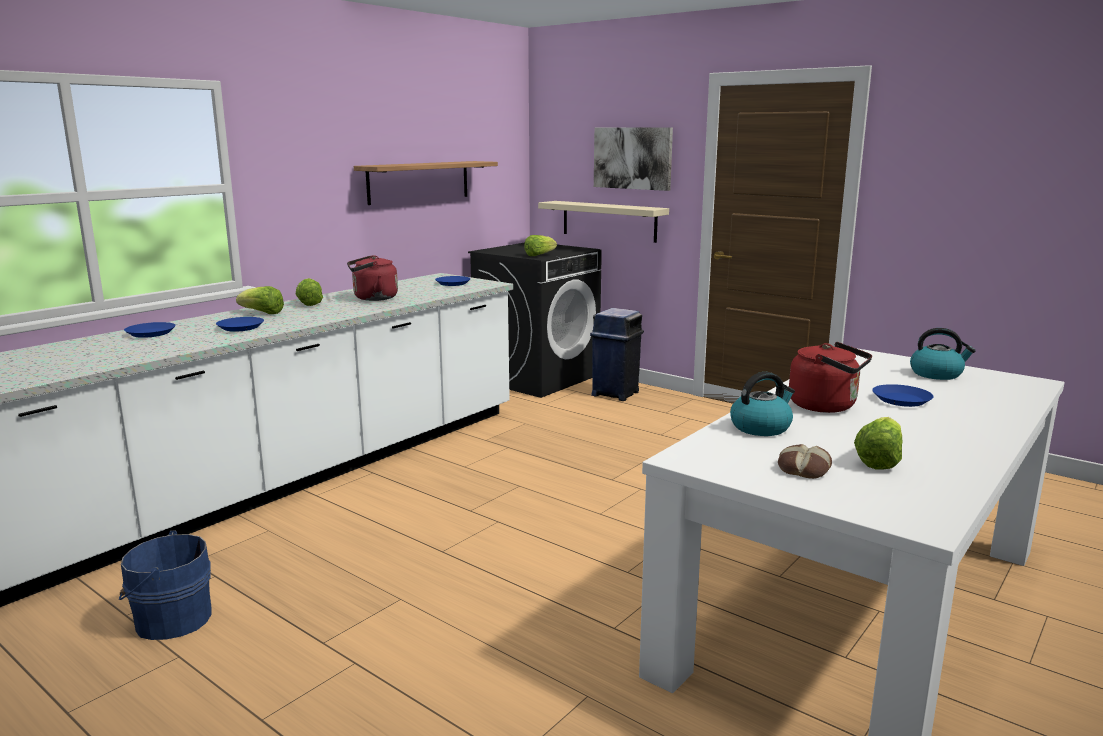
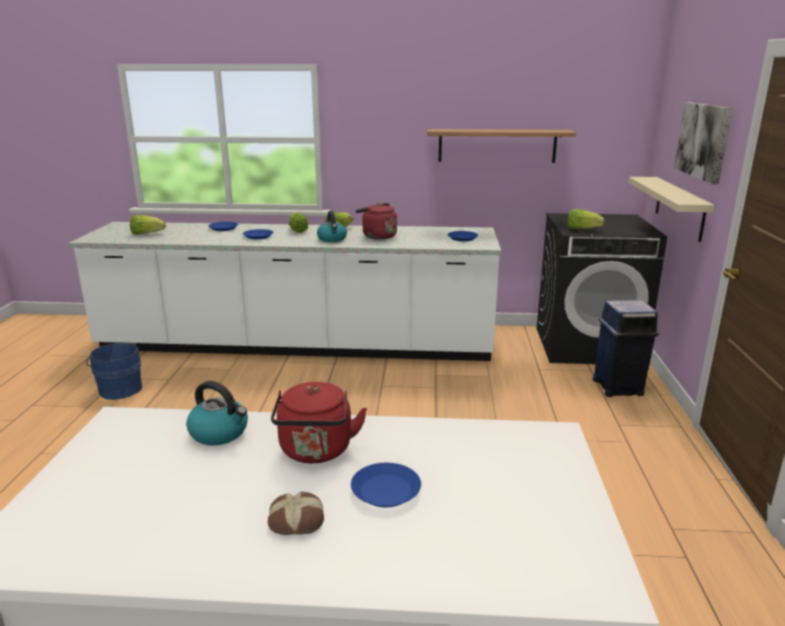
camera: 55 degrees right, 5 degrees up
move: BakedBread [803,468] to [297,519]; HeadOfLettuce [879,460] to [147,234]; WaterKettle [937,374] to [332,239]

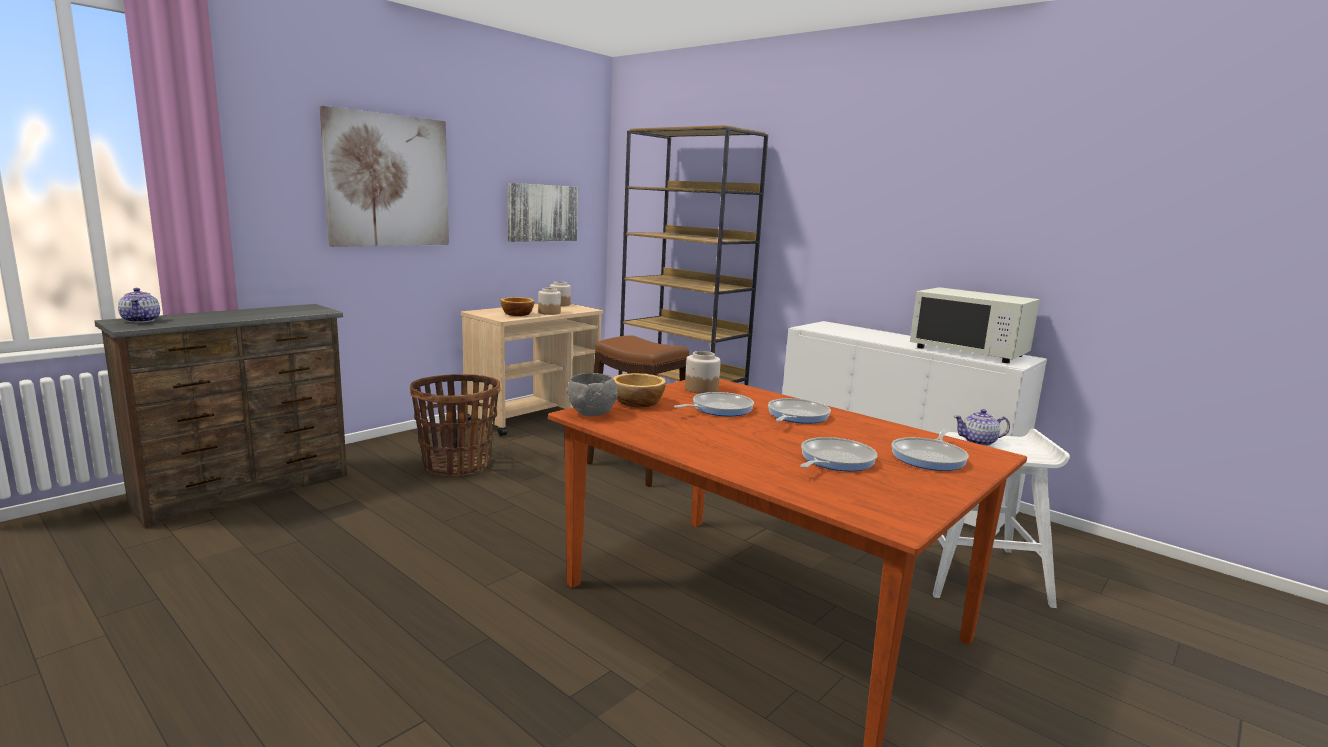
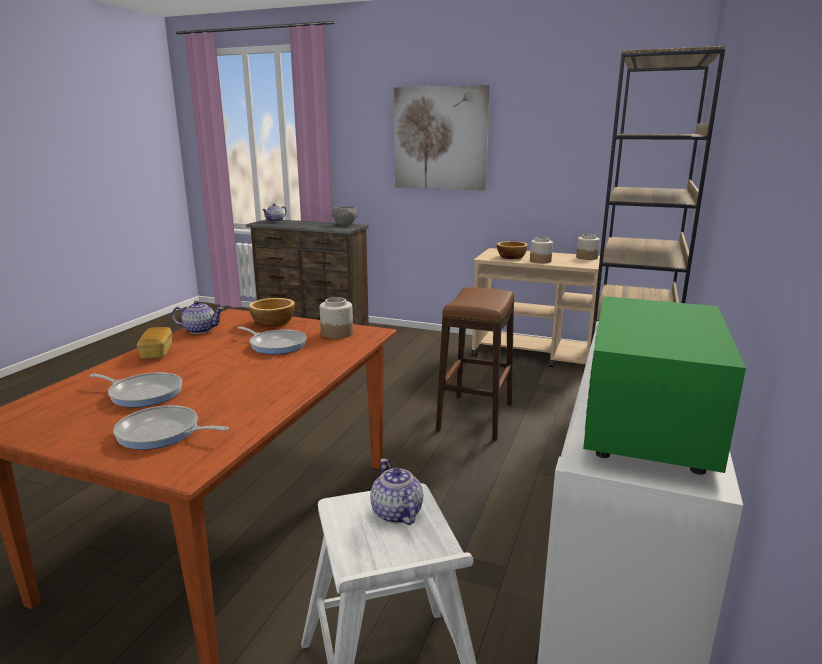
camera: 70 degrees right, 5 degrees up
delete: Basket [457,465]; WallPicture [542,213]; FryingPan [796,416]
insert: BakedBread [157,353]; Teapot [200,330]
move: GreyishServingBowl [591,413] to [345,225]
recolor: WhitishMicrowaveOven [969,351] to GreenColouredMicrowaveOven [649,425]

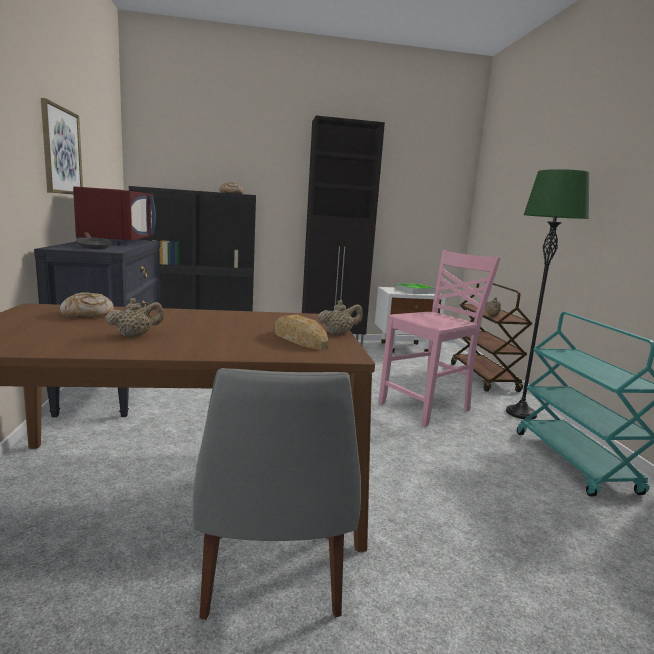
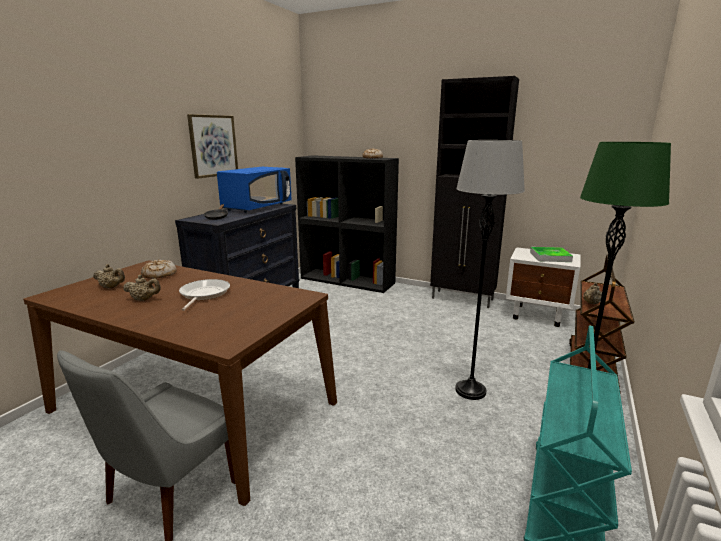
camera: 35 degrees right, 5 degrees up
delete: BakedBread [299,339]
insert: FryingPan [203,294]
move: SandColouredTeapot [339,333] to [111,287]
replace: PinkColouredUprightChair [427,407] to GreyishStandingLamp [470,390]
recolor: RedMicrowaveOven [118,241] to BlueColouredMicrowaveOven [257,207]

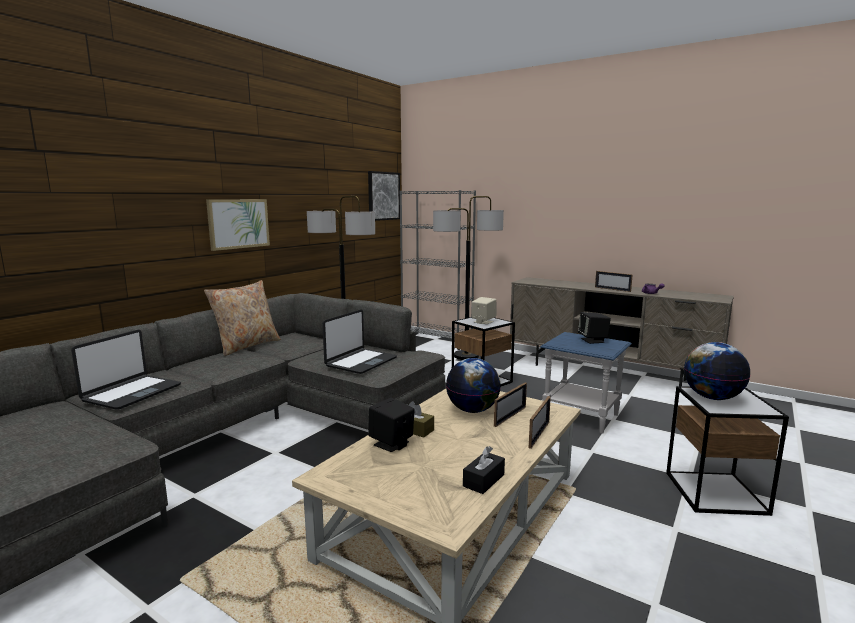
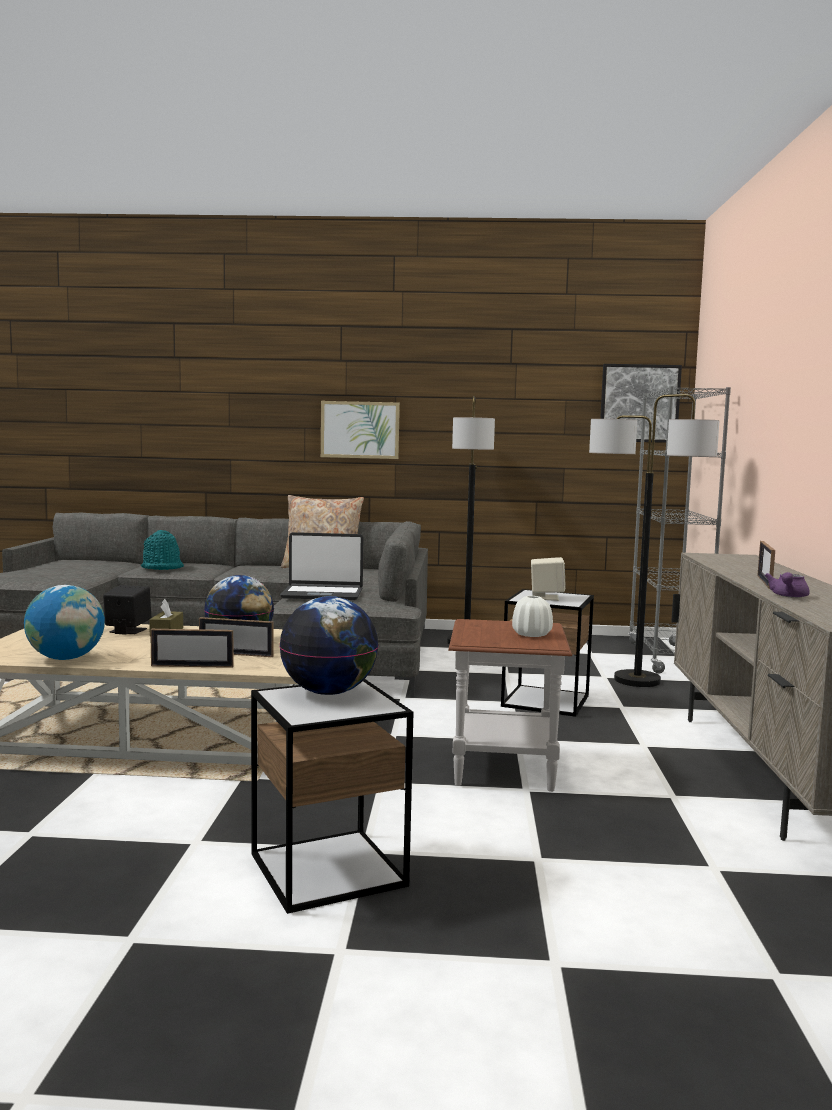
camera: 60 degrees right, 5 degrees down
replace: Laptop [131,393] to TurquoiseClothingHat [162,567]; BlackishTissueBox [483,480] to DeskGlobe [66,658]; BlackishSpeaker [593,340] to WhitishFlowerVase [531,635]
recolor: BlueColouredAccentTable [581,416] to BrownAccentTable [504,768]

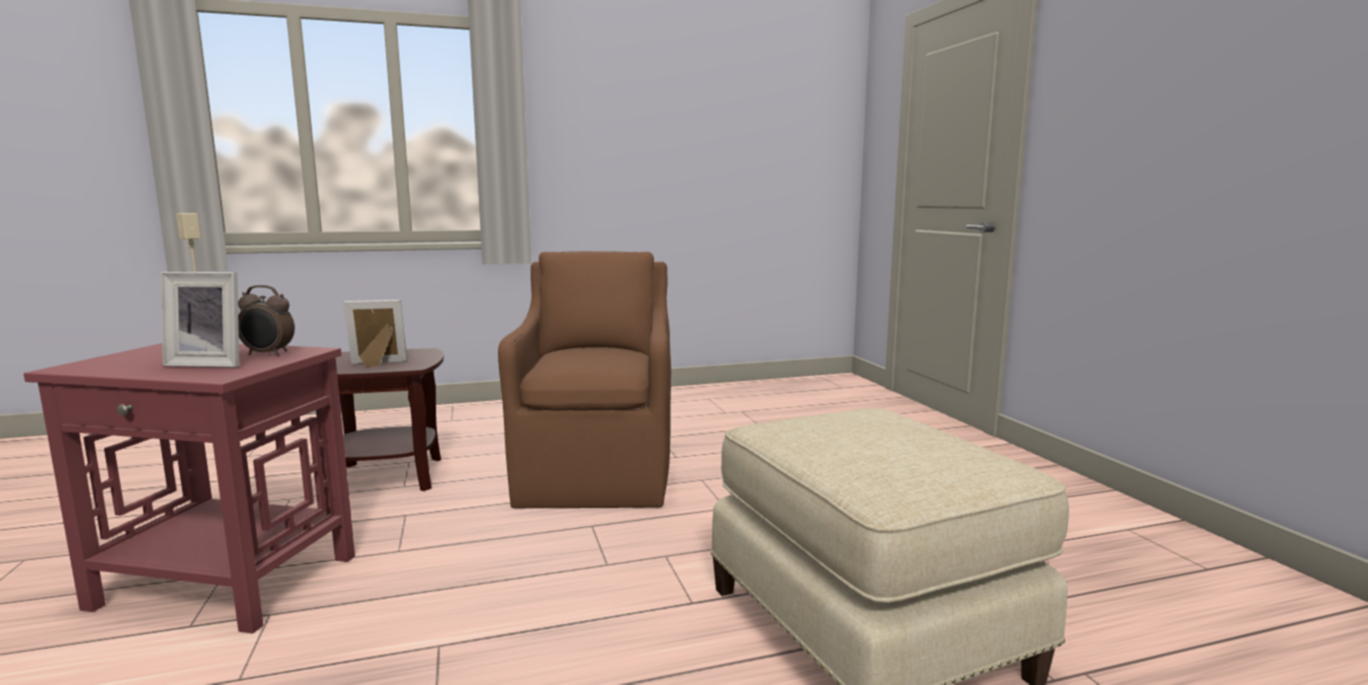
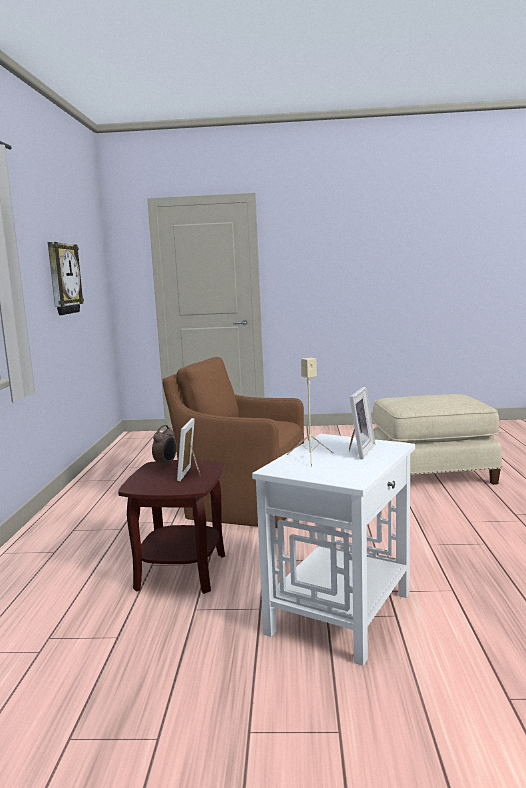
camera: 70 degrees left, 0 degrees up
insert: HangingClock [63,279]
move: AlarmClock [268,354] to [166,464]
recolor: RedAccentTable [225,582] to WhitishAccentTable [341,613]

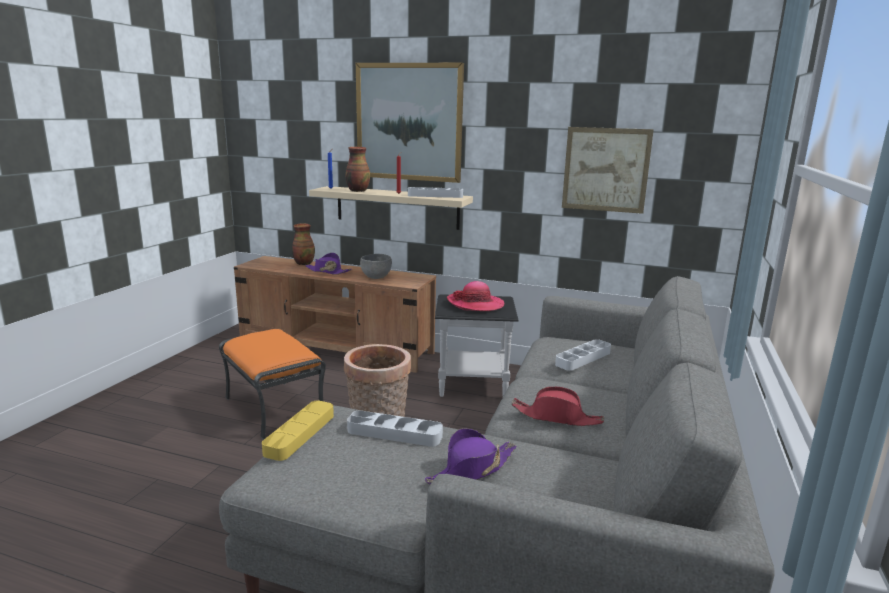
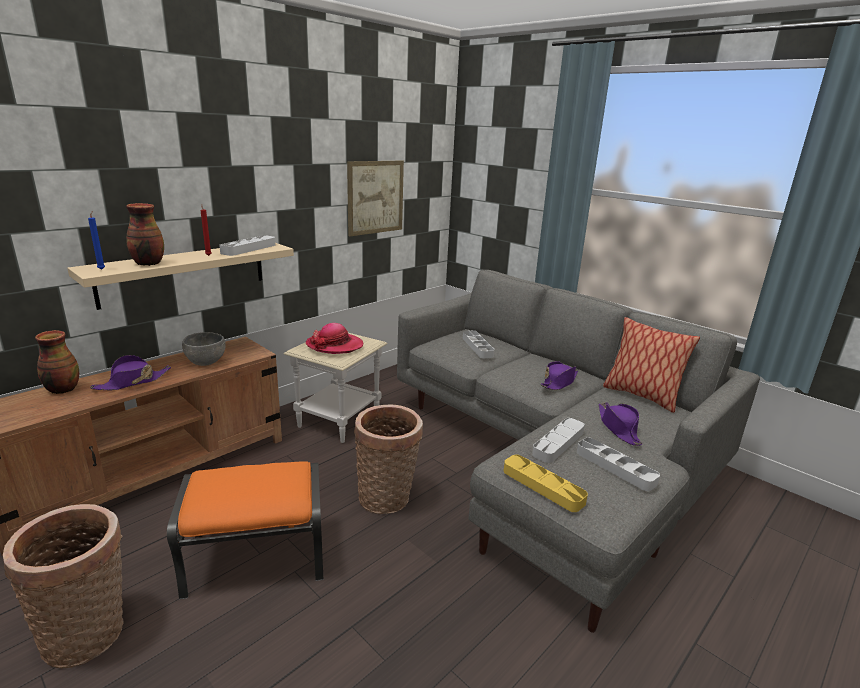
camera: 65 degrees left, 5 degrees up
delete: WallPicture [409,122]
insert: Basket [89,633]; GreyishTray [615,467]; Pillow [640,396]
recolor: BlackishAccentTable [473,385] to SandColouredAccentTable [339,420]; RedClothingHat [557,417] to PurpleClothingHat [559,382]

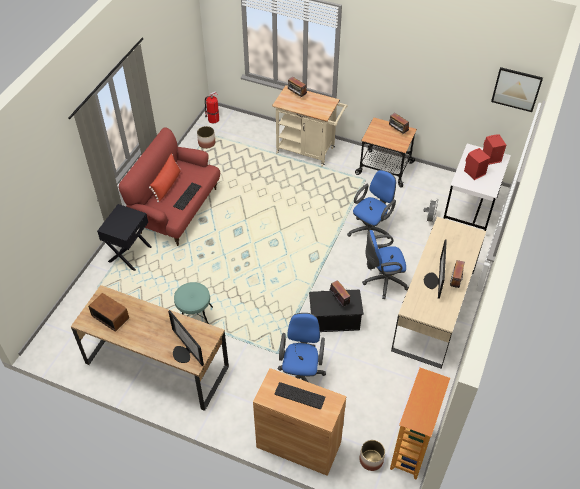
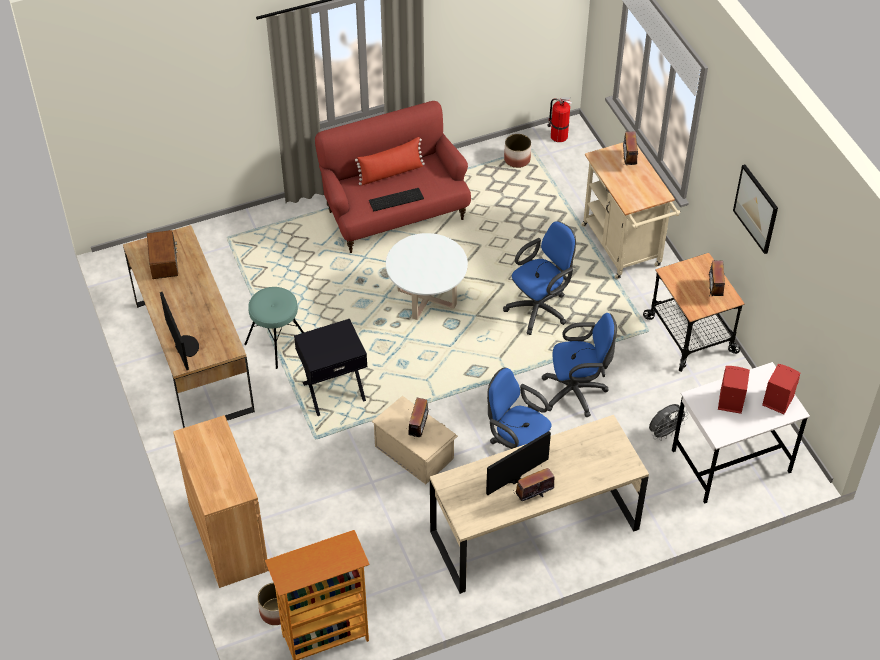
camera: 45 degrees right, 0 degrees up
delete: ComputerKeyboard [299,396]
insert: WhitishLoungeTable [427,298]
move: BlackishAccentTable [129,254] to [333,391]; BlueColouredOfficeChair [301,375] to [540,308]; WallPicture [516,89] to [756,208]
recolor: BlackishStorageContainer [334,318] to SandColouredStorageContainer [414,451]
rotate: Monitor [183,353] = [184,346] 150 degrees clockwise

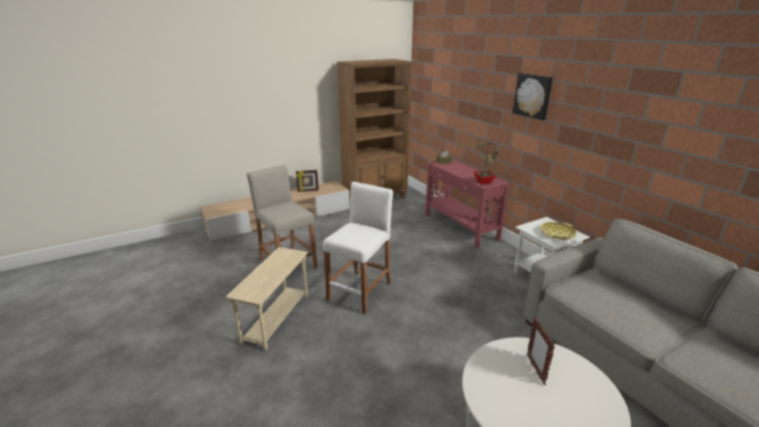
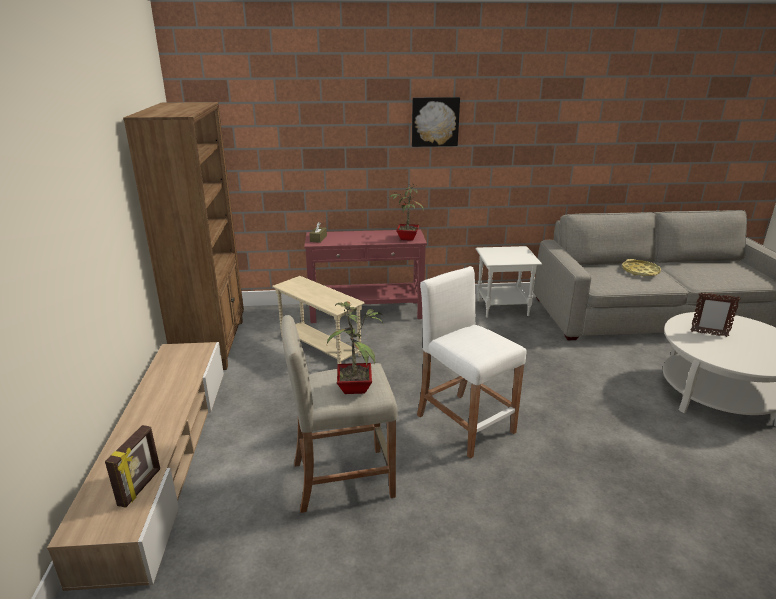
camera: 65 degrees left, 0 degrees up
insert: PlantInAPot [356,388]
move: SandColouredAccentTable [276,319] to [319,347]; PictureFrame [308,191] to [140,487]; YellowColouredTray [557,233] to [640,271]

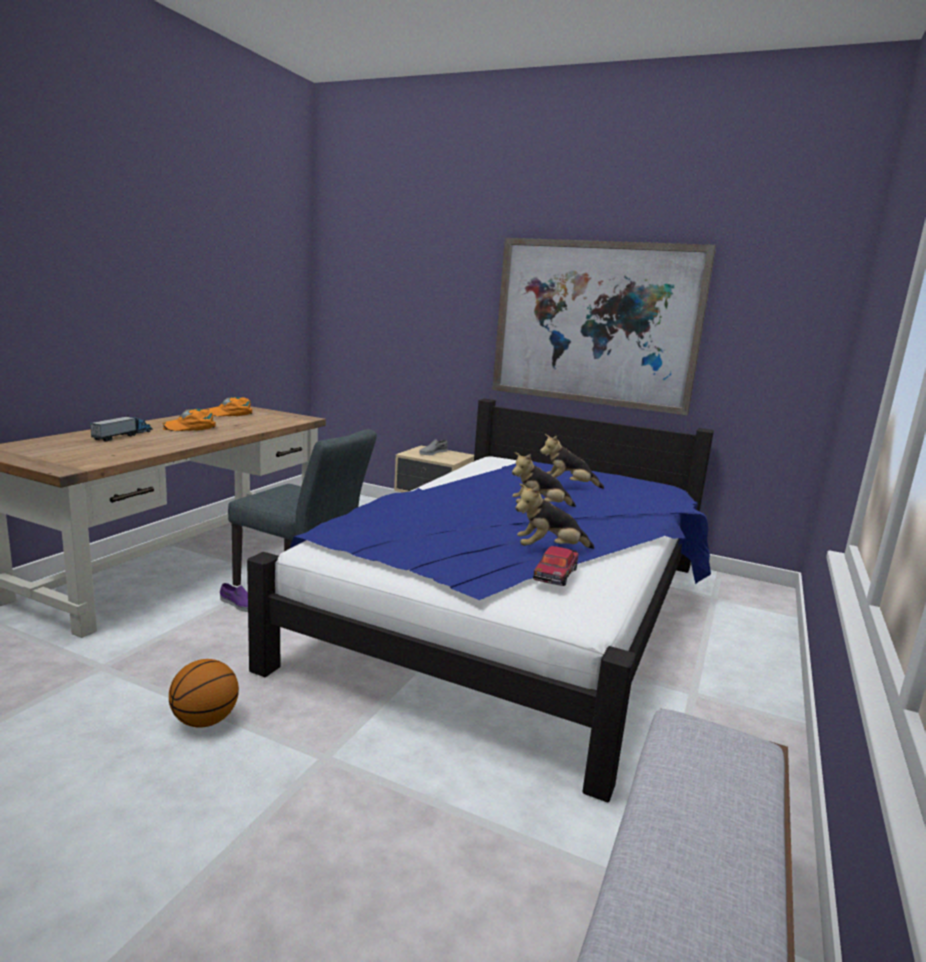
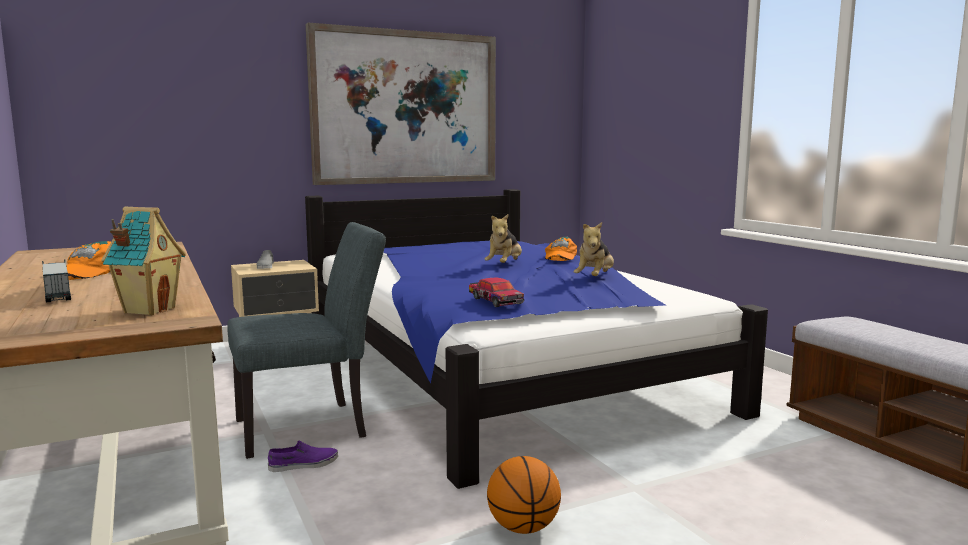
camera: 50 degrees left, 5 degrees down
delete: PlushToy [568,486]
insert: ModelHouse [149,310]
move: OrangeColouredCap [231,413] to [559,256]; MiniatureCar [556,573] to [495,301]

